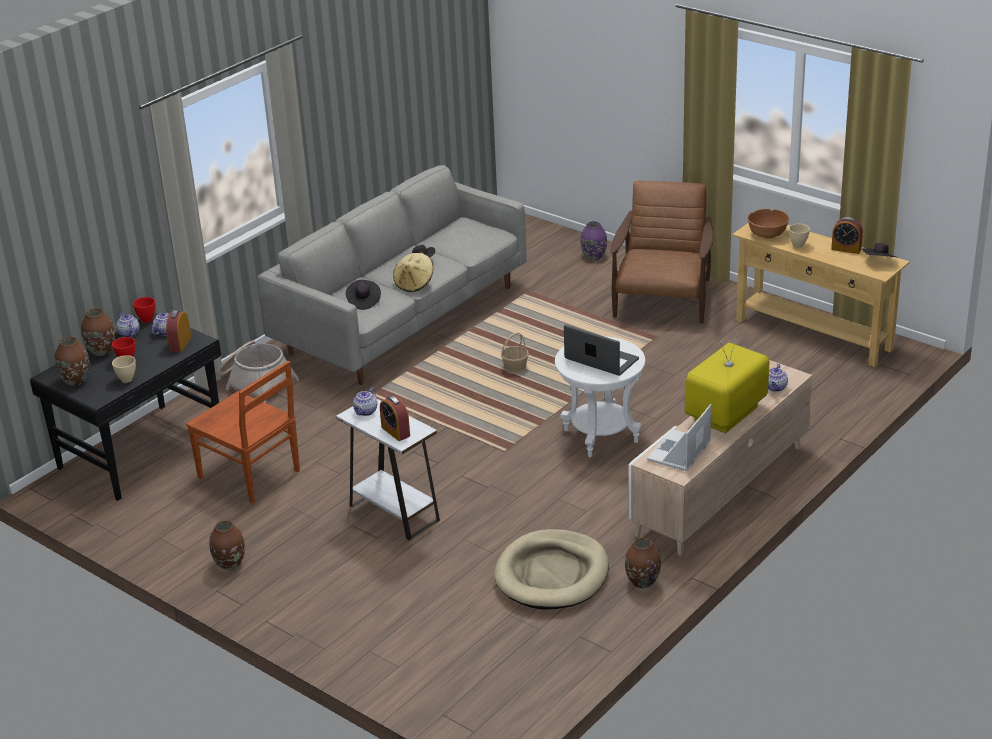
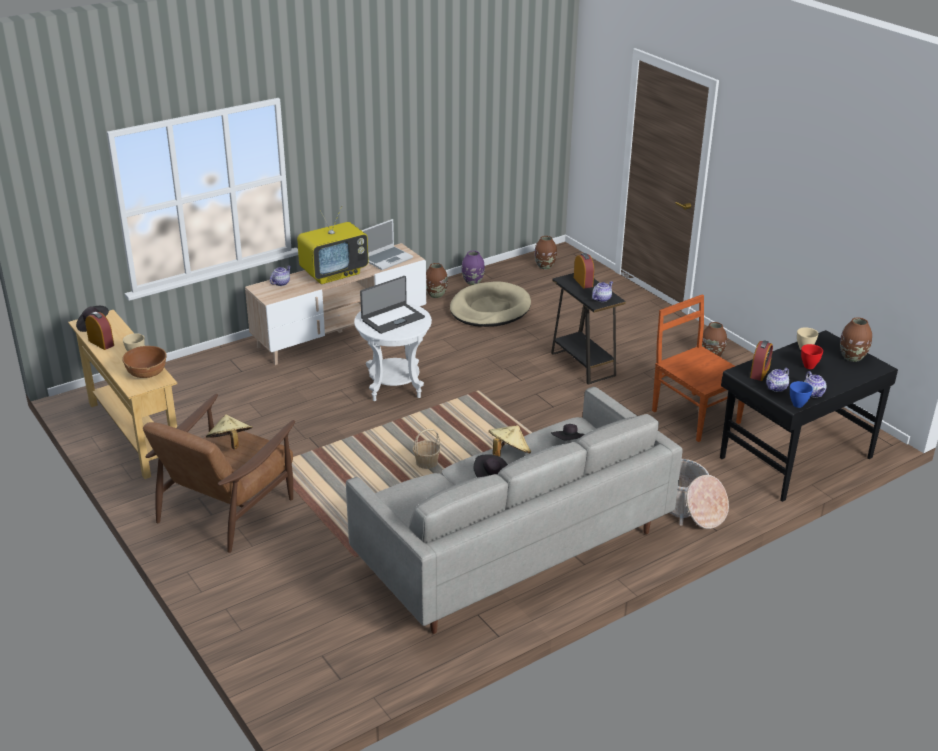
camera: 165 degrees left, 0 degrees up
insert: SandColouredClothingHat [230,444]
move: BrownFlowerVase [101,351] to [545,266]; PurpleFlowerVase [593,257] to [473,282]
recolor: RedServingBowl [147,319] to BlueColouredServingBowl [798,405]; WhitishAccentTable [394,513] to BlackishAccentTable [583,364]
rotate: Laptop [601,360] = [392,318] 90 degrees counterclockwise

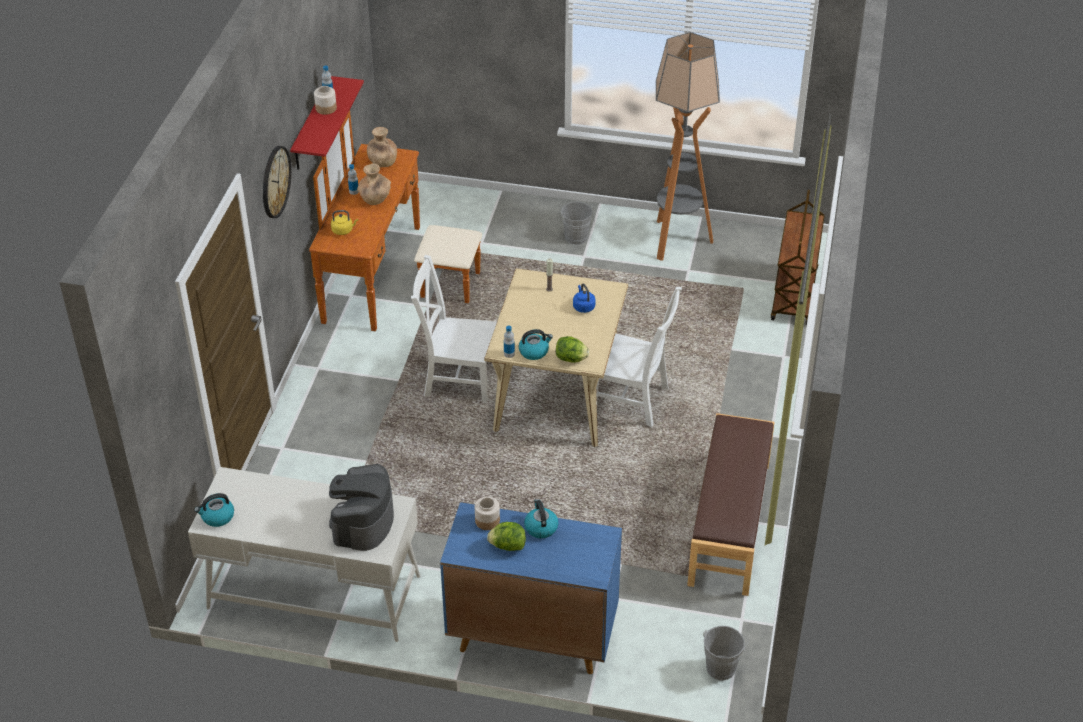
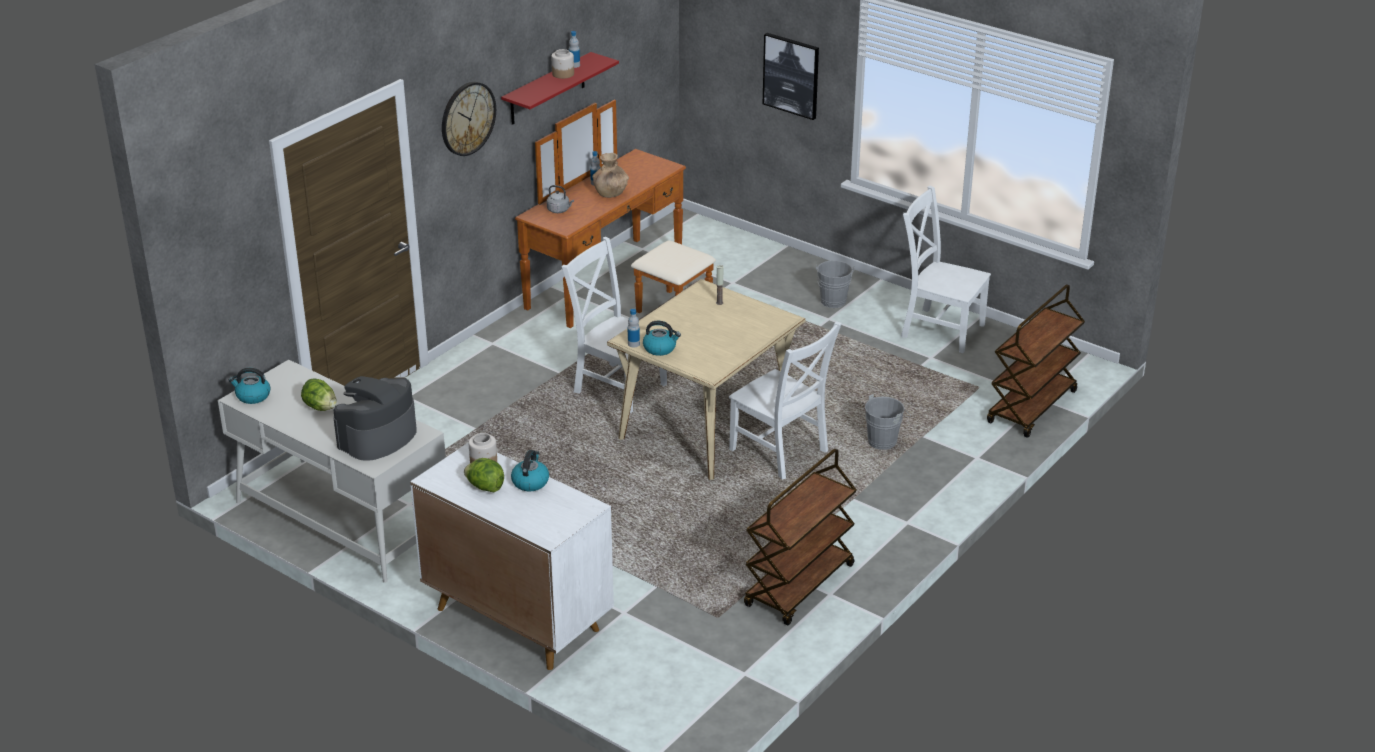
camera: 25 degrees right, 10 degrees down
delete: BrownFlowerVase [382,162]; BlueColouredWaterKettle [583,306]
insert: WallPicture [791,75]
move: HeadOfLettuce [571,359] to [320,407]; GreyishBucket [722,666] to [884,441]
replace: StandingLamp [677,240] to WhitishUprightChair [939,329]; BrownIndoorBench [730,524] to BrownTrolley [799,586]
recolor: YellowColouredWaterKettle [343,230] to GreyishWaterKettle [559,210]; BlueColouredCabinet [531,636] to WhitishCabinet [516,618]

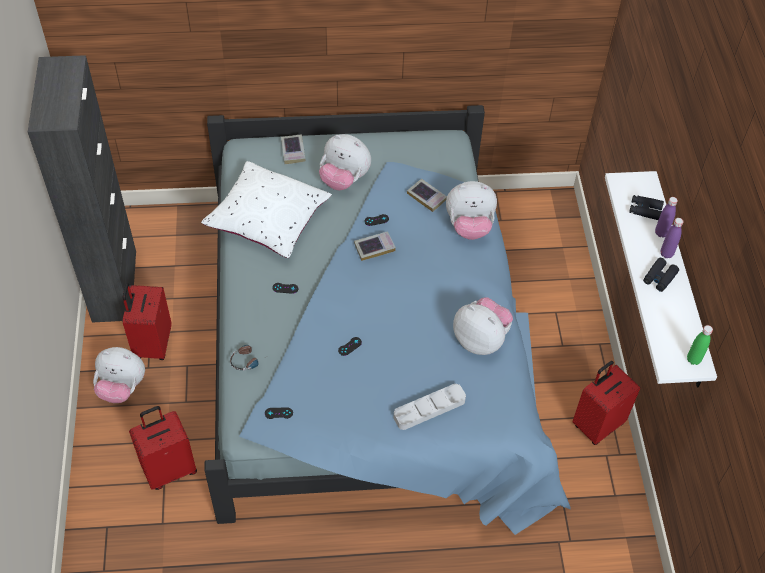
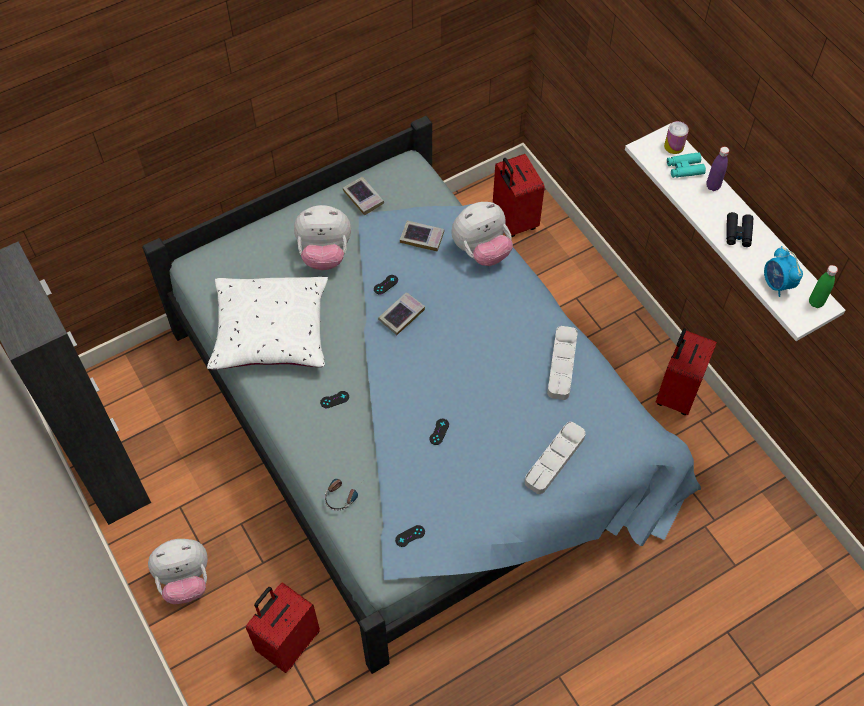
camera: 25 degrees left, 5 degrees up
delete: PurpleDrinkBottle [666,254]
insert: Can [674,146]; AlarmClock [777,284]
move: RedSuitcase [152,344] to [513,220]; Volume [293,151] to [363,198]
replace: PlushToy [481,339] to GreyishTray [562,365]
recolor: BlackishPairOfBinoculars [645,210] to TurquoisePairOfBinoculars [684,168]

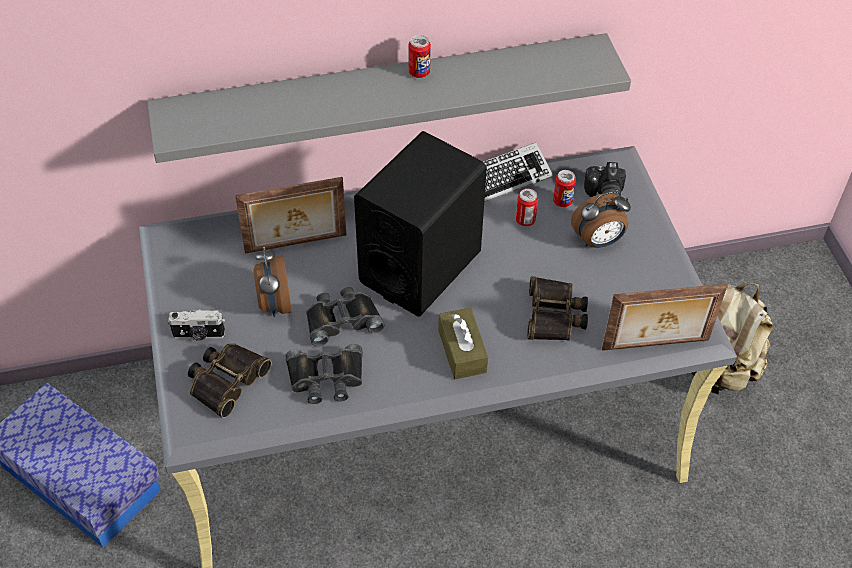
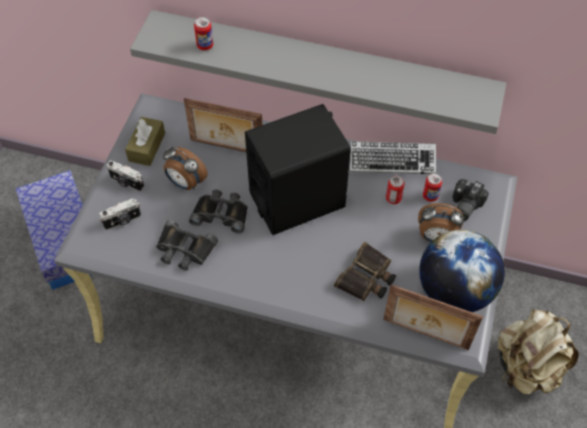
camera: 30 degrees right, 5 degrees up
insert: DeskGlobe [454,291]
move: Can [419,72] to [205,45]; BrownTissueBox [462,351] to [147,147]
replace: PairOfBinoculars [226,380] to PhotoCamera [123,221]
rotate: AlarmClock [274,304] = [185,183] 75 degrees counterclockwise

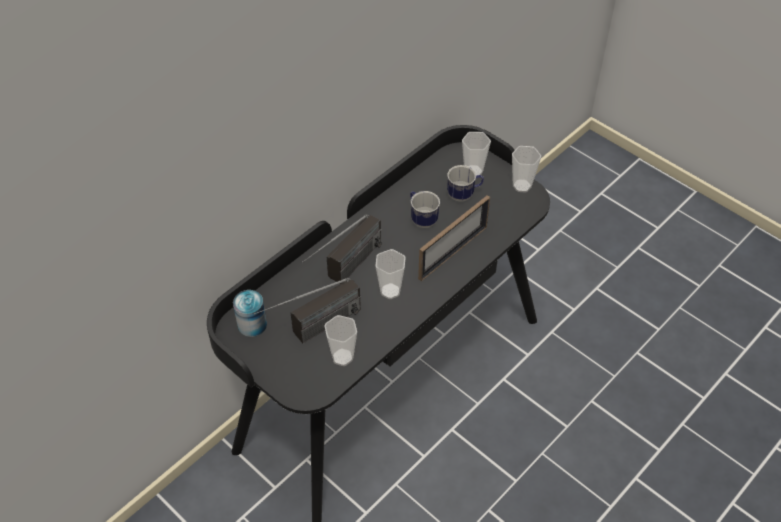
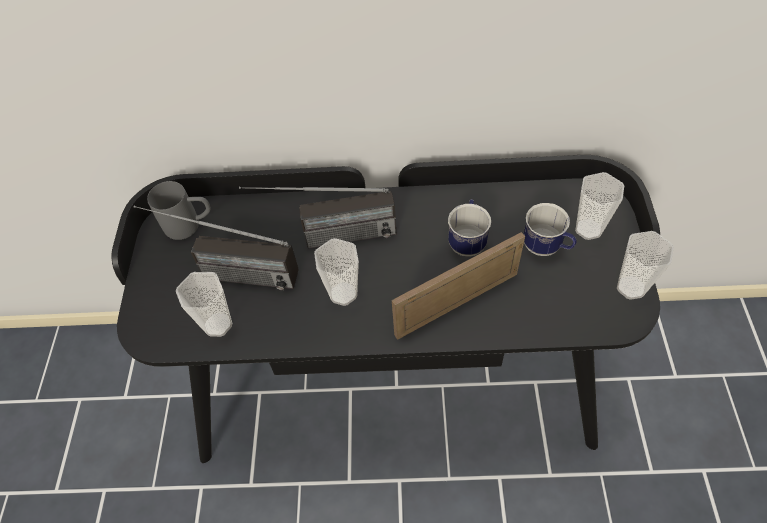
camera: 50 degrees right, 5 degrees up
replace: Can [252,325] to GreyishCoffeeMug [190,225]
rotate: PictureFrame [453,252] = [457,304] 150 degrees clockwise

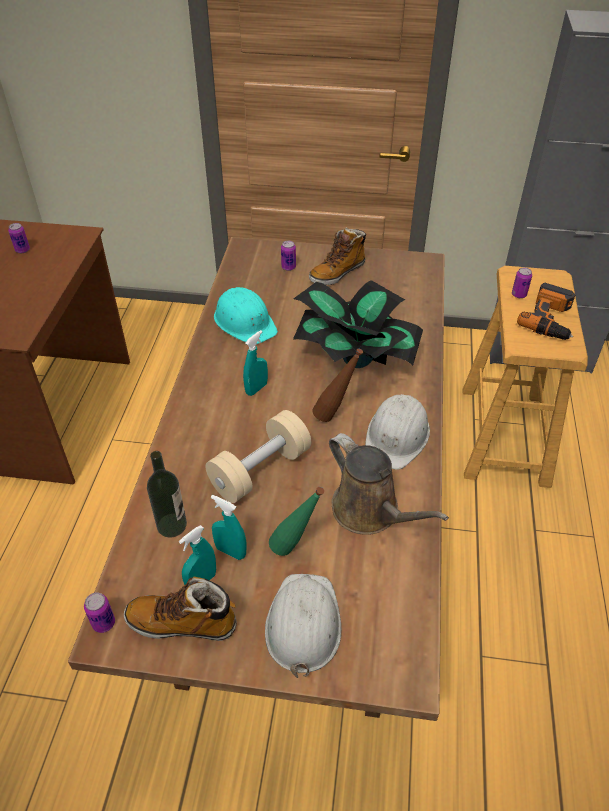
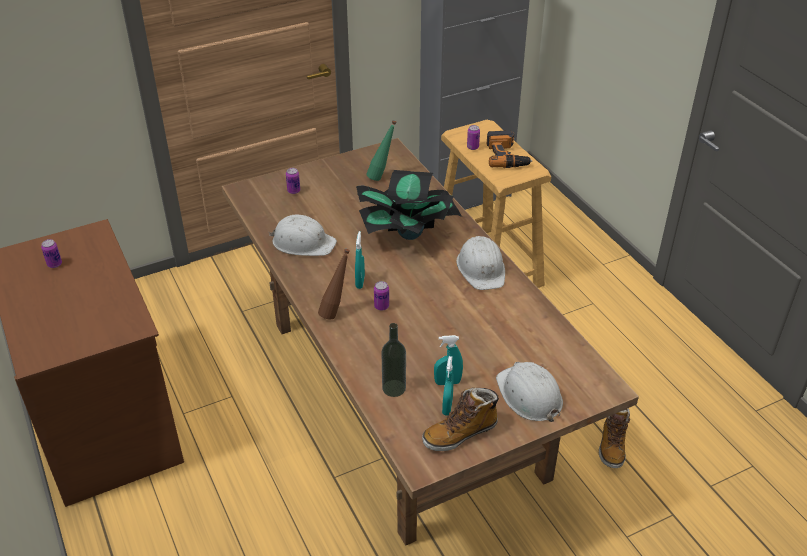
camera: 35 degrees left, 5 degrees down
delete: SandColouredFreeWeight [260,470]; BrownSprinklingCan [370,511]
move: Can [103,623] to [381,306]; GreenColouredDrinkBottle [295,549] to [381,176]; HighTopBoot [337,273] to [612,446]; BrownDrinkBottle [335,416] to [336,312]
recolor: TurquoiseWorkHelmet [245,322] to WhitishWorkHelmet [303,242]

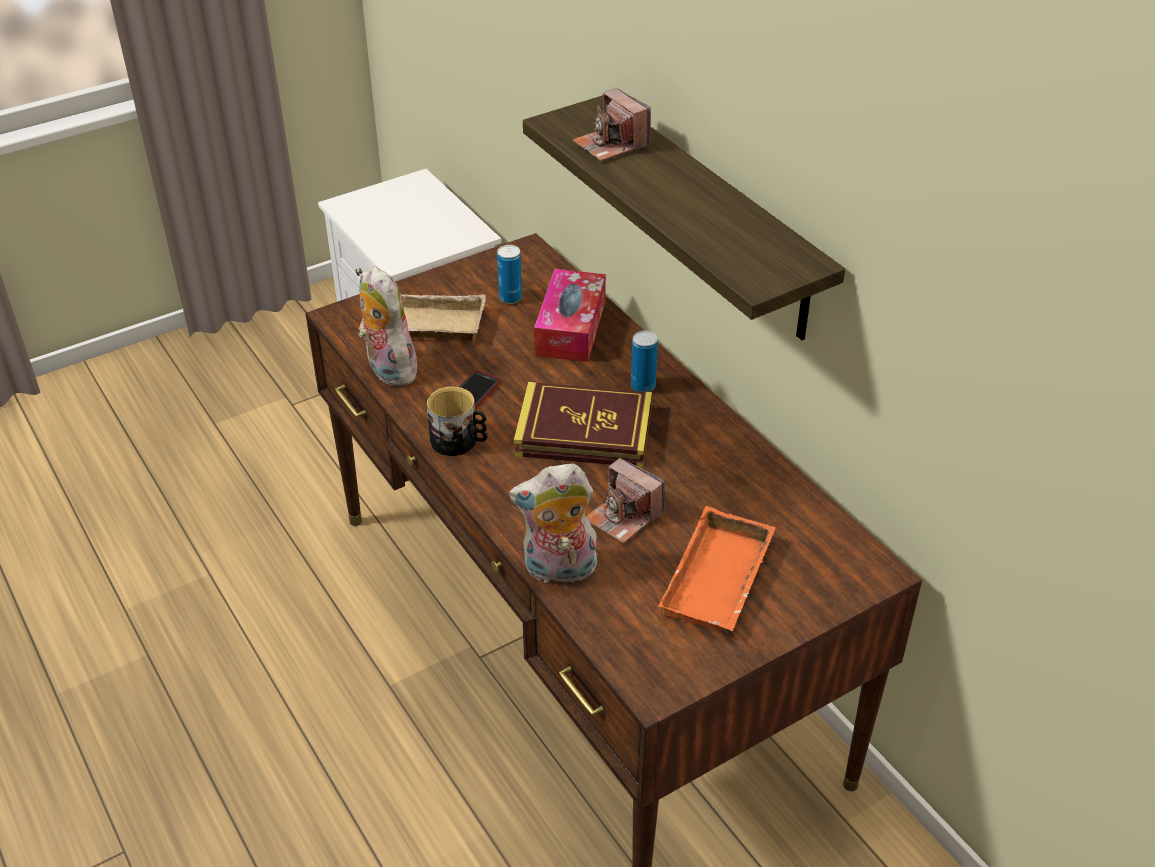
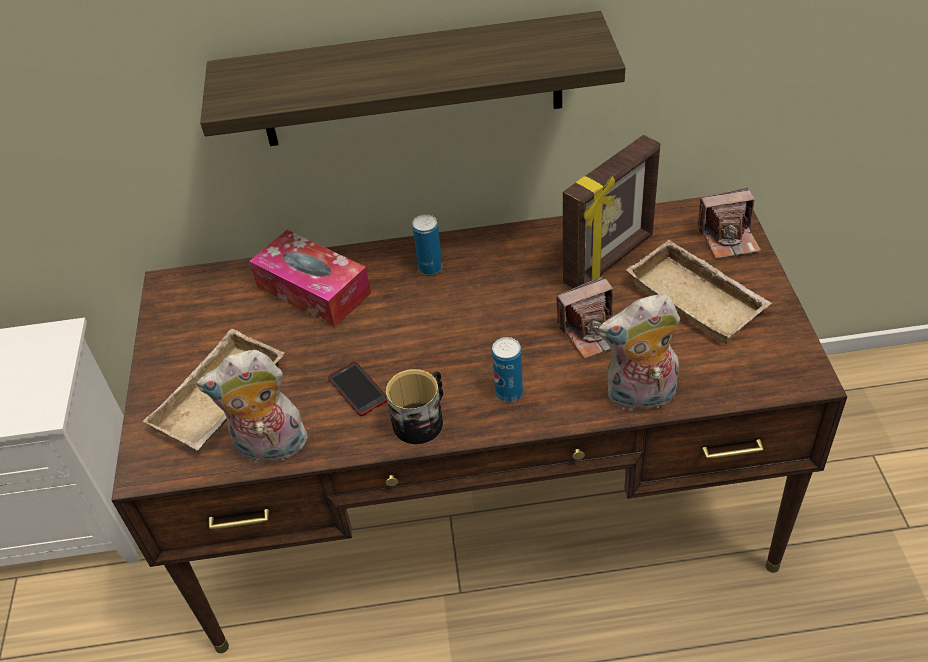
camera: 60 degrees left, 5 degrees up
delete: Volume [584,432]
insert: PictureFrame [610,260]
move: Can [510,298] to [509,393]; PhotoCamera [611,144] to [728,239]
recolor: OrangeColouredTray [720,581] to SandColouredTray [699,298]
rotate: PlushToy [558,571] = [640,397] 60 degrees clockwise

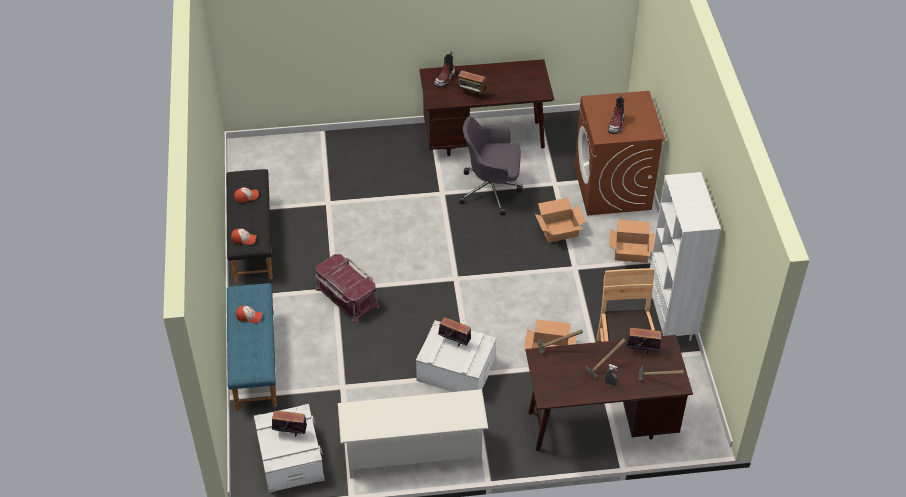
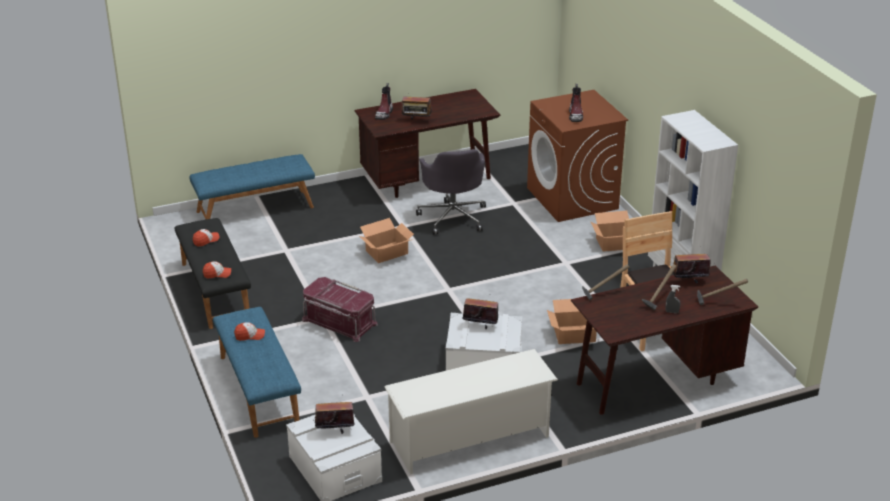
camera: 15 degrees left, 15 degrees down
insert: BlueColouredIndoorBench [255,209]
move: PackingBox [559,231] to [387,252]
rotate: GreyishOfficeChair [491,190] = [453,217] 90 degrees counterclockwise

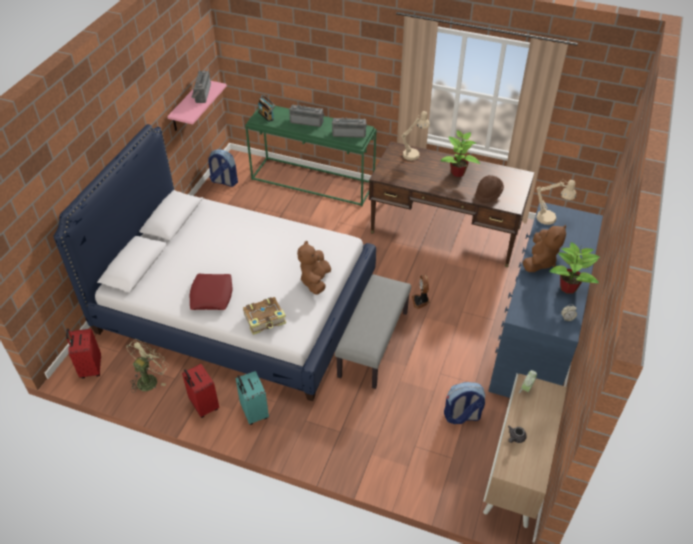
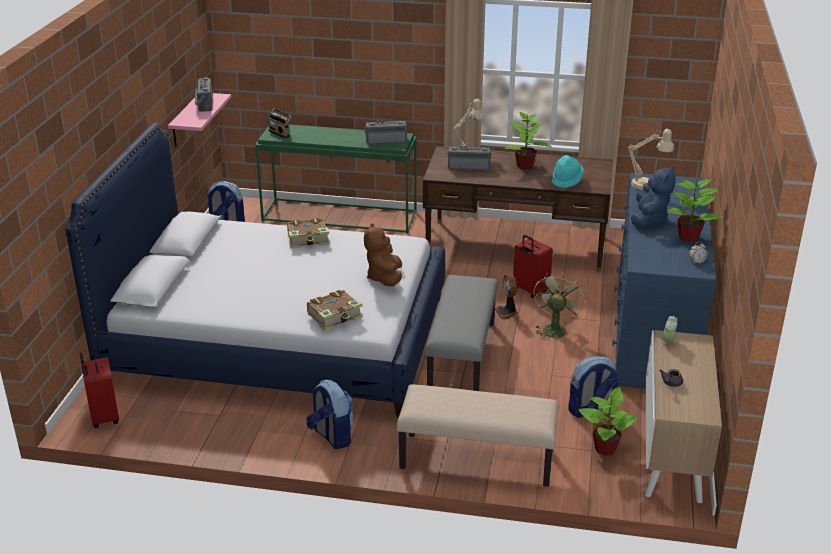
camera: 10 degrees left, 15 degrees down
delete: RedPillow [211,295]
insert: Volume [308,239]; SandColouredIndoorBench [476,460]; PlantInAPot [605,448]
move: GreenColouredElectricFan [149,379] to [555,328]; RedSuitcase [203,406] to [529,290]; RadioReceiver [307,121] to [469,166]
replace: TurquoiseSuitcase [253,412] to Rucksack [331,436]
recolor: BrownClothingHat [488,194] to TurquoiseClothingHat [566,181]; BrownPlushToy [539,261] to BlueColouredPlushToy [649,220]

